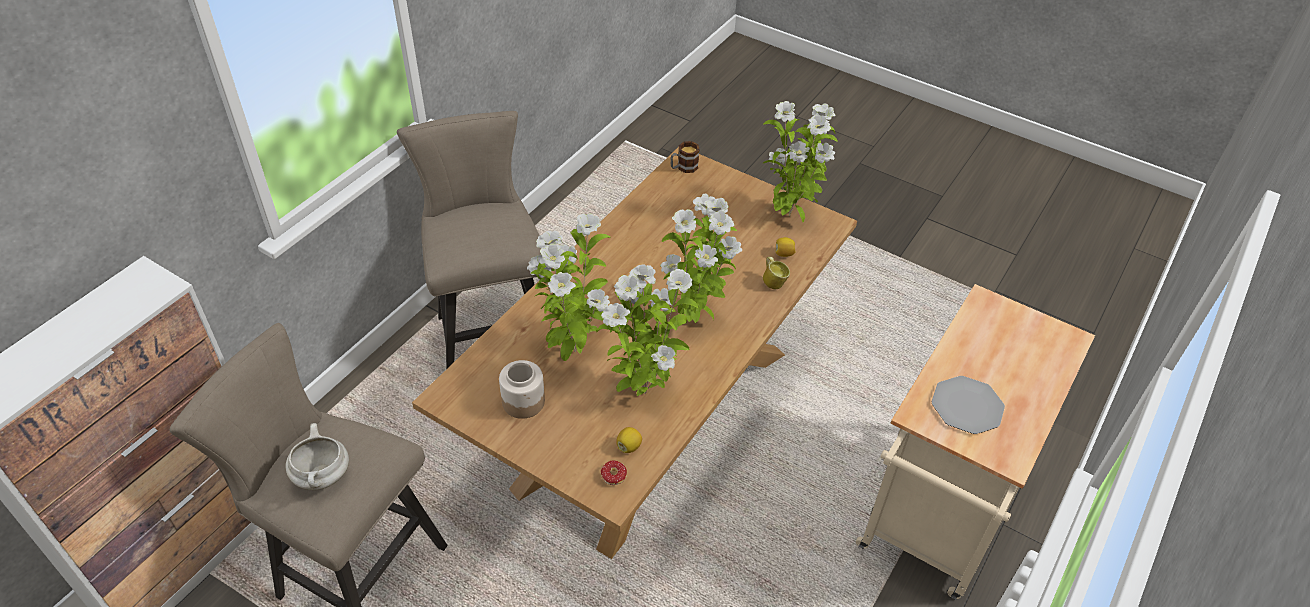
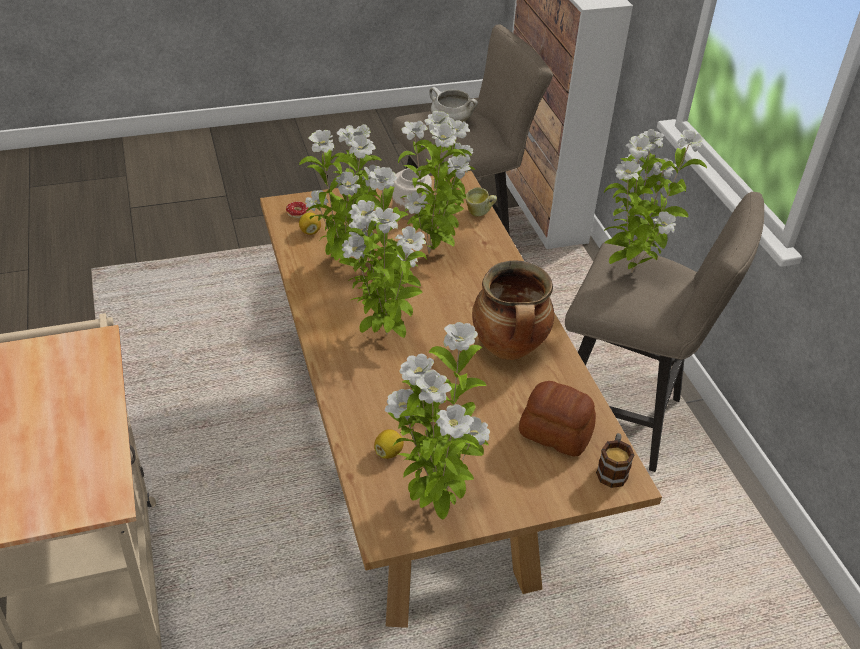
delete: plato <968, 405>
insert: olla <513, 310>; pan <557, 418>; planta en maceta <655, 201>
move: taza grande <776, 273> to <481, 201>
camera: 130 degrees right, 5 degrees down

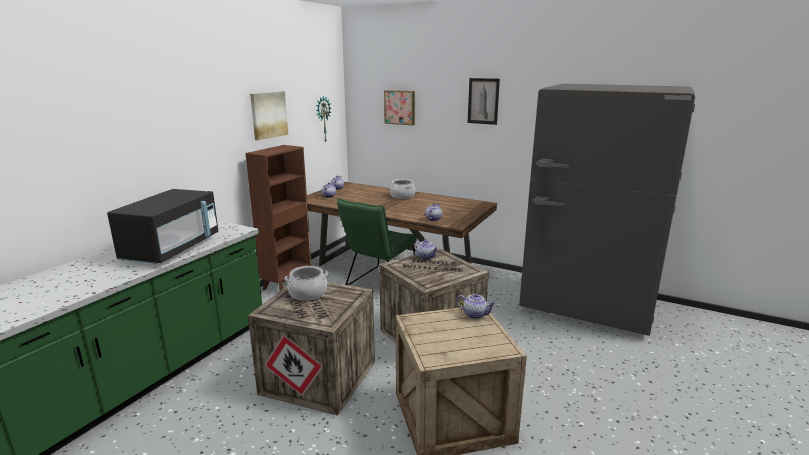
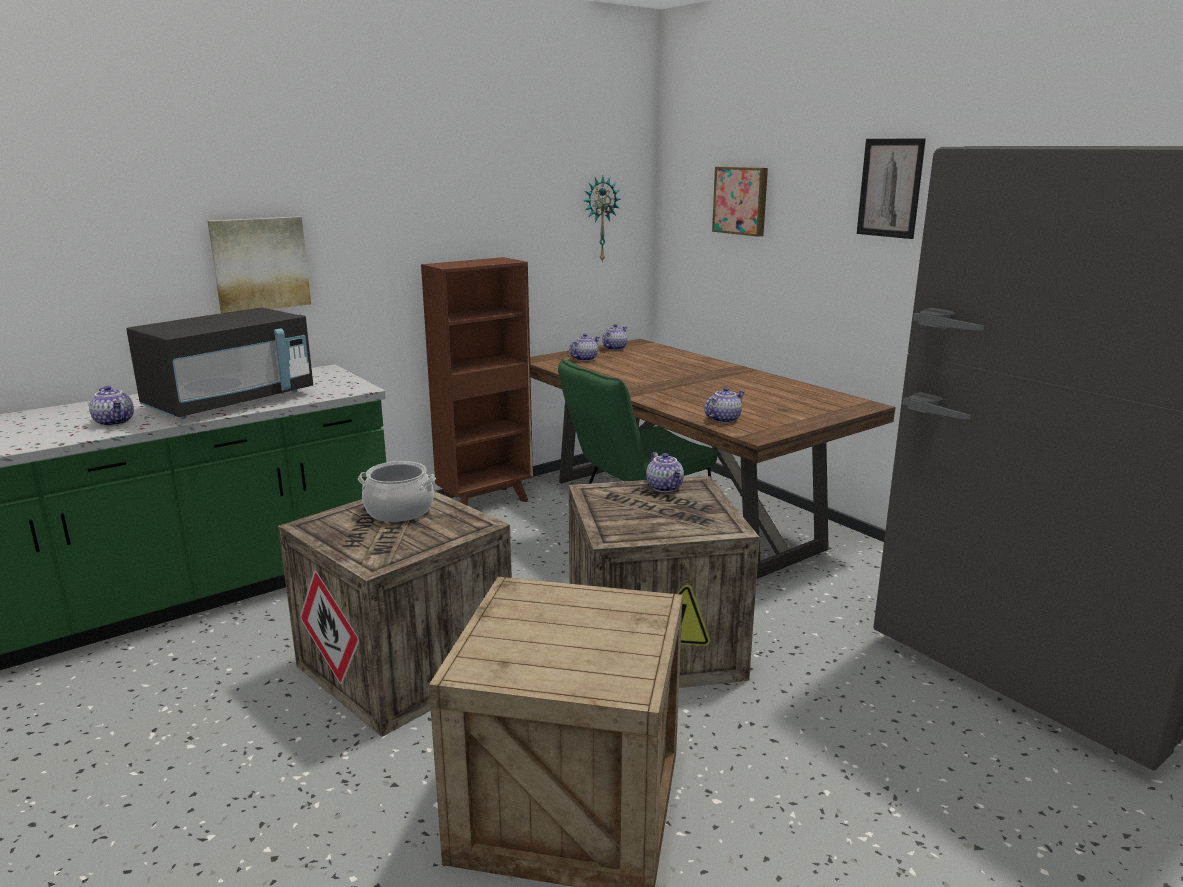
delete: olla <402, 189>
move: tetera <476, 306> to <111, 406>; cuadro <269, 115> to <259, 264>
camera: 25 degrees right, 0 degrees up

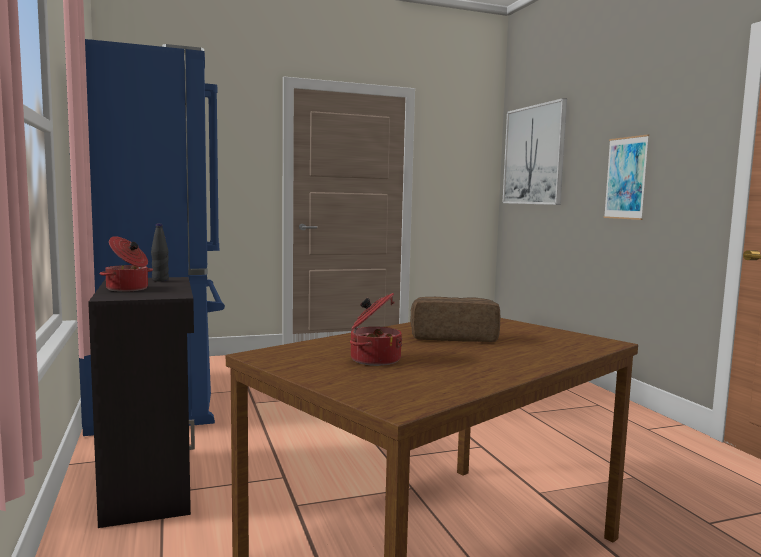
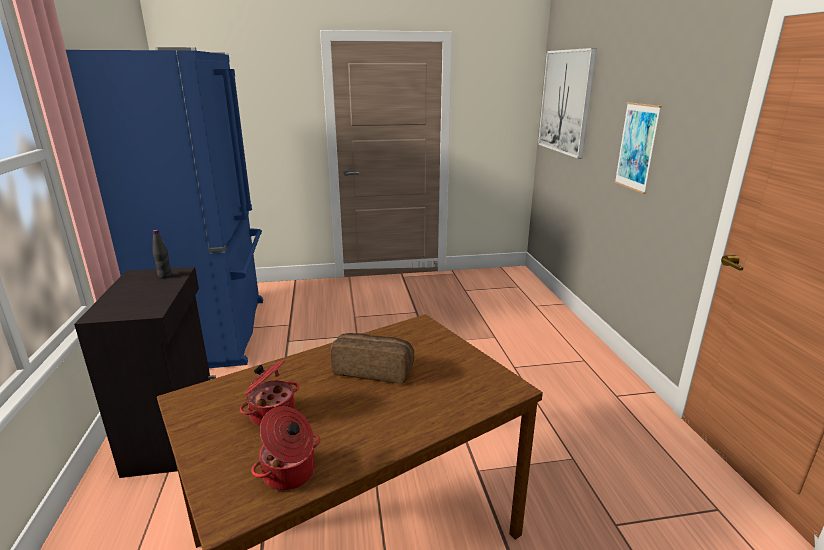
move: olla <126, 264> to <285, 448>
camera: 10 degrees right, 15 degrees up

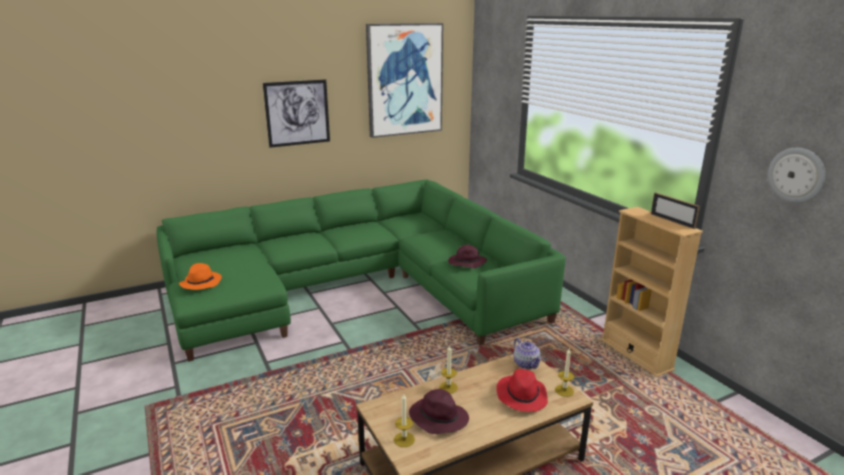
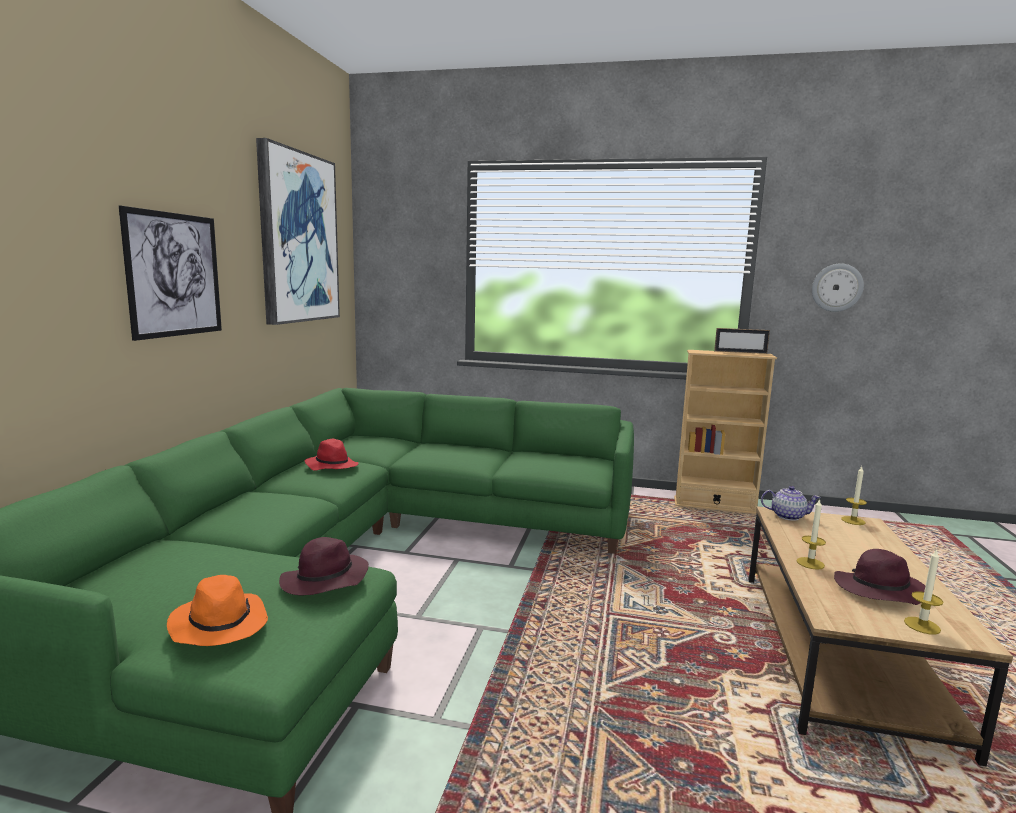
move: sombrero [morado] <467, 257> to <324, 566>; sombrero [rojo] <522, 390> to <332, 455>
camera: 50 degrees left, 10 degrees down

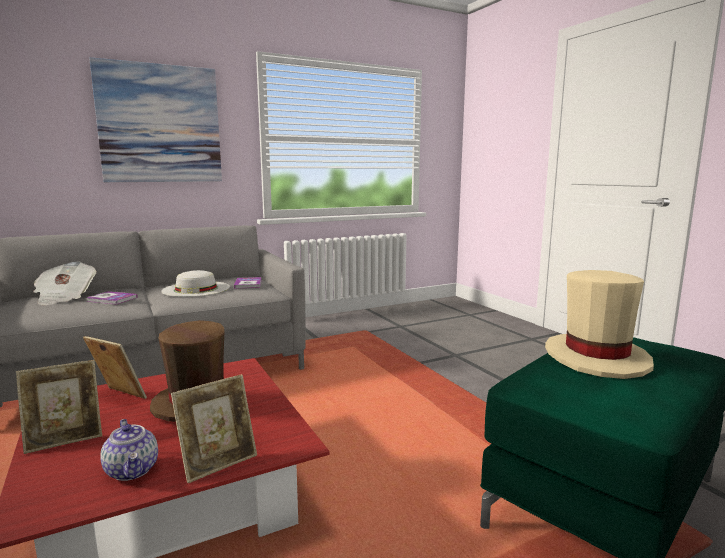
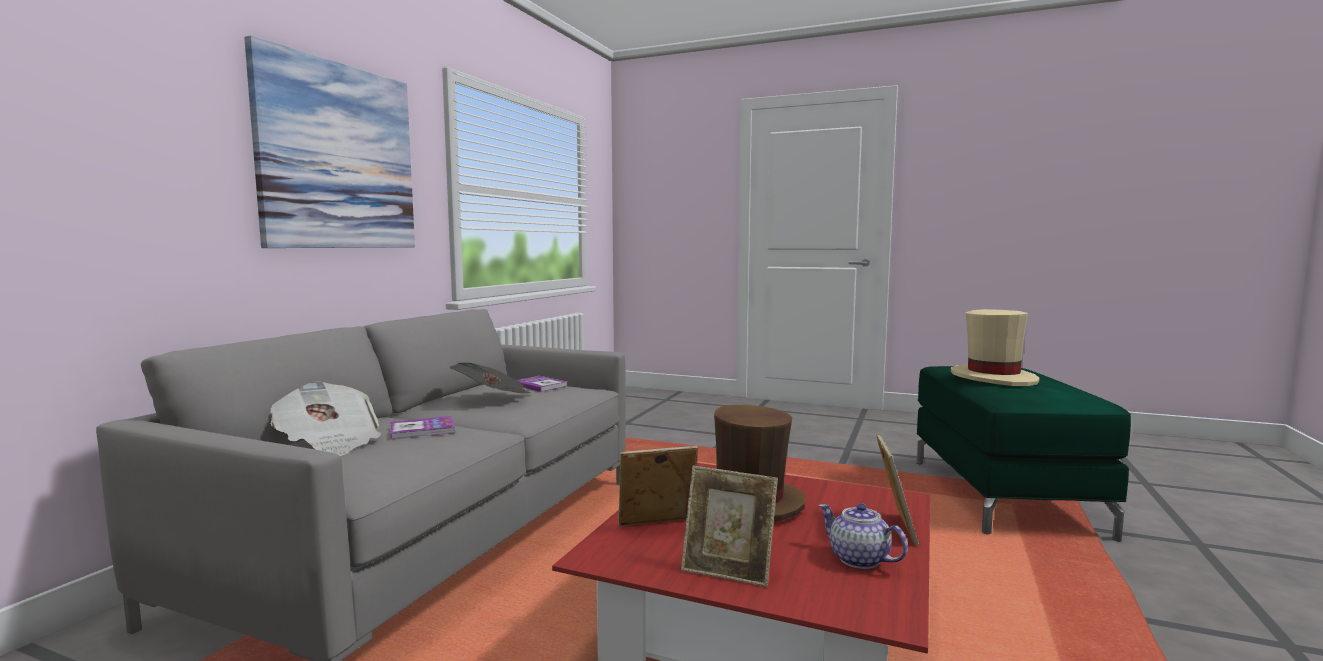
replace: sombrero [blanco] <195, 283> to periódico <490, 378>
rotate: portarretratos <59, 407> = <729, 526> 90 degrees clockwise; tetera <129, 450> = <863, 536> 150 degrees counterclockwise
camera: 40 degrees left, 5 degrees down

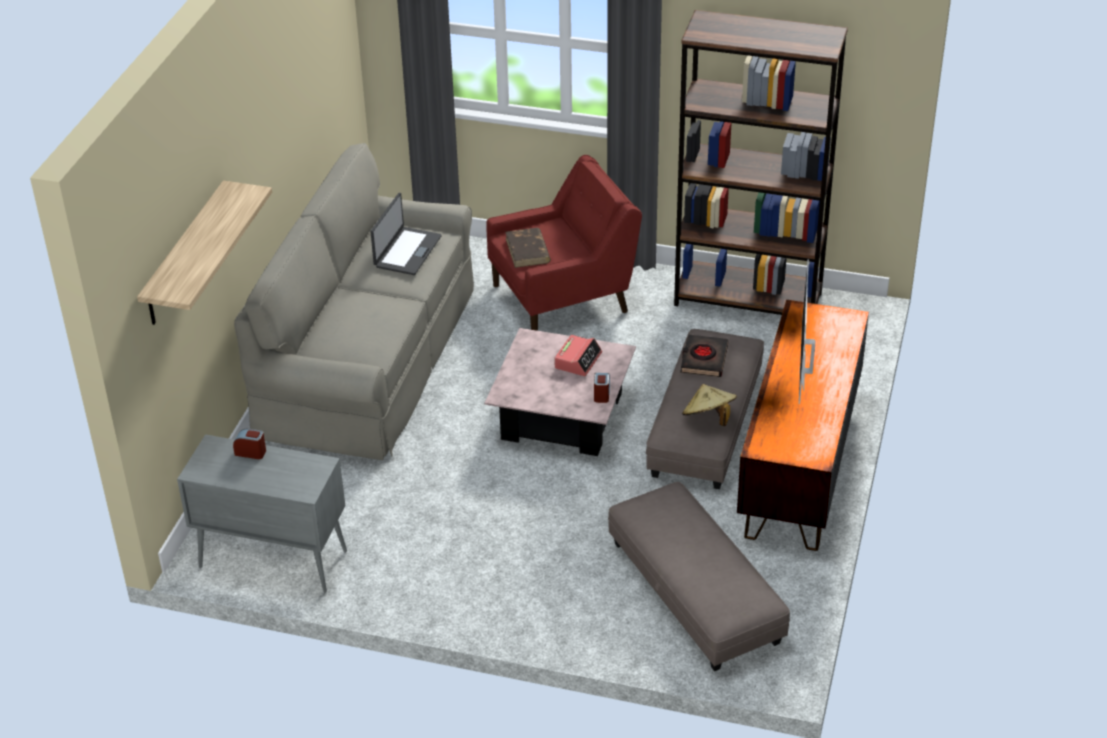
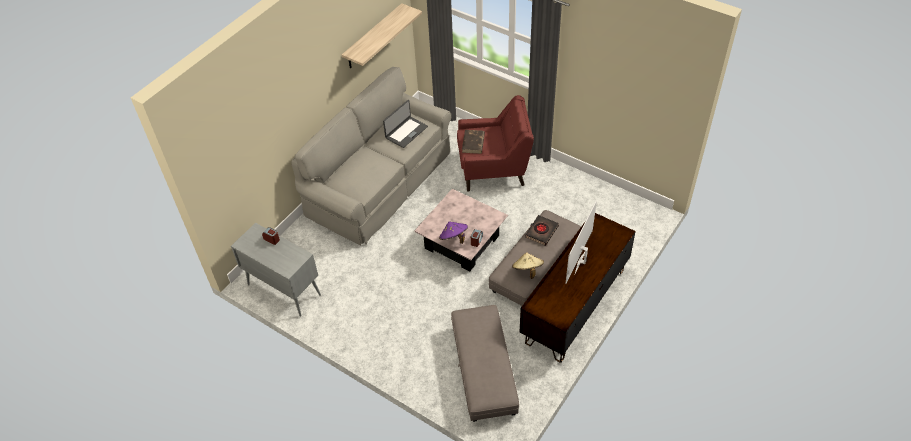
delete: despertador <578, 355>; estantería [marrón] <761, 162>
insert: sombrero [morado] <453, 232>
move: estante <204, 252> to <382, 35>
camera: 20 degrees right, 10 degrees up

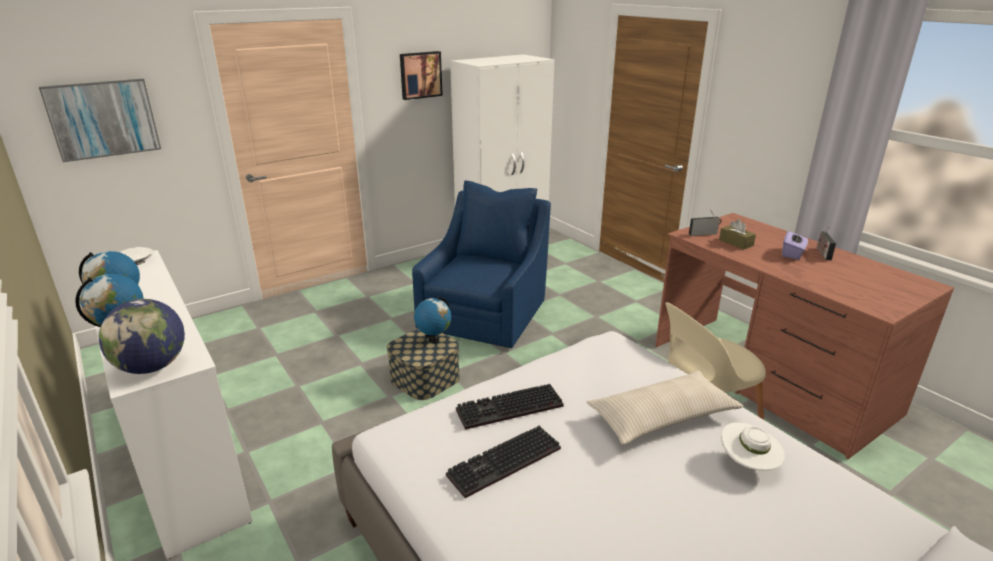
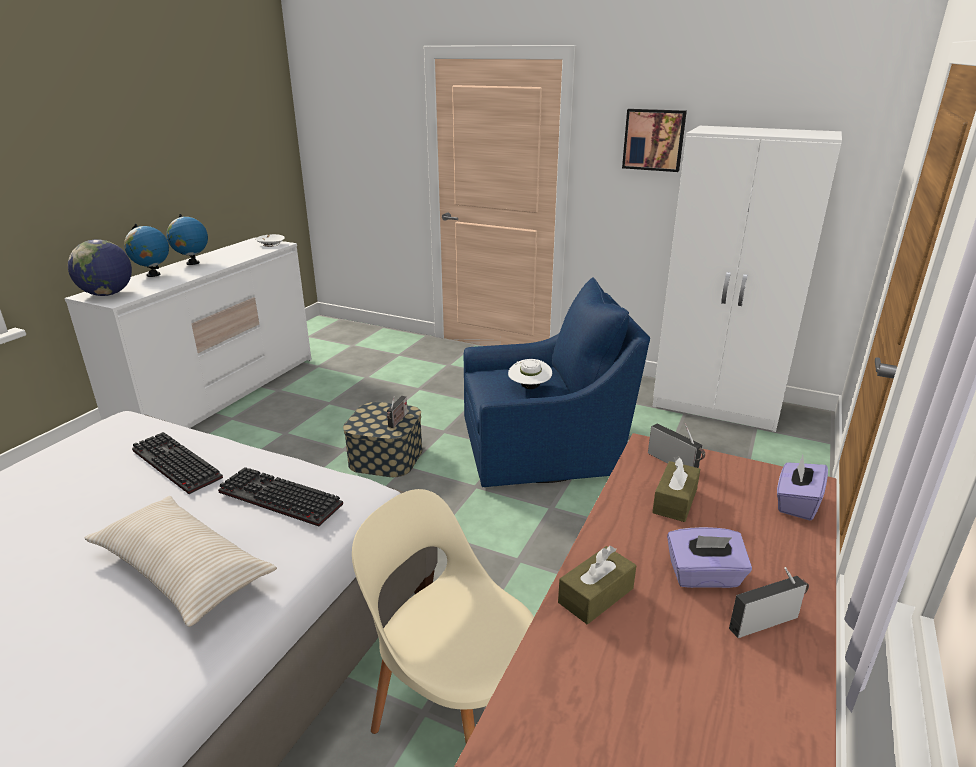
delete: cuadro <100, 120>
insert: caja de pañuelos [marrón] <597, 585>; caja de pañuelos [morado] <802, 488>
move: teclado <503, 462> to <280, 496>; sombrero [blanco] <753, 446> to <530, 374>
replace: globo terráqueo <432, 319> to radio <397, 412>
camera: 60 degrees right, 0 degrees up

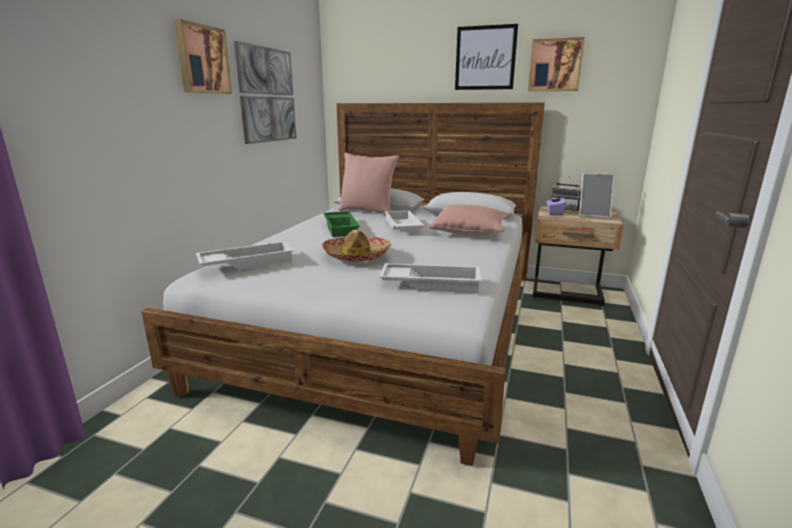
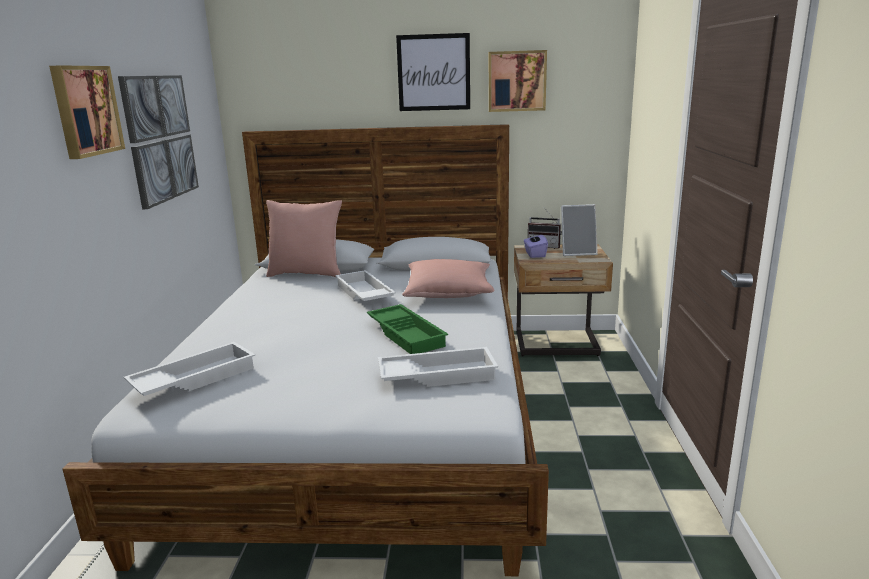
delete: sombrero <356, 245>
move: bandeja [verde] <341, 224> to <407, 329>
camera: 15 degrees left, 0 degrees up

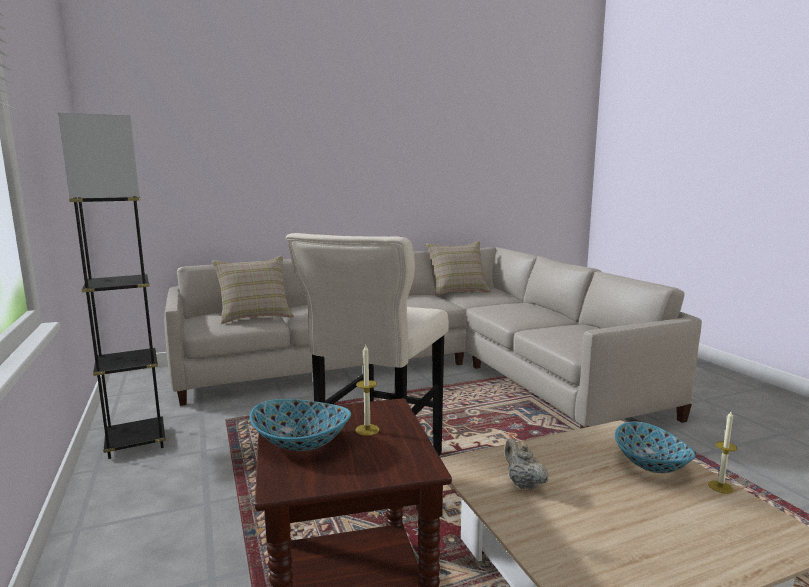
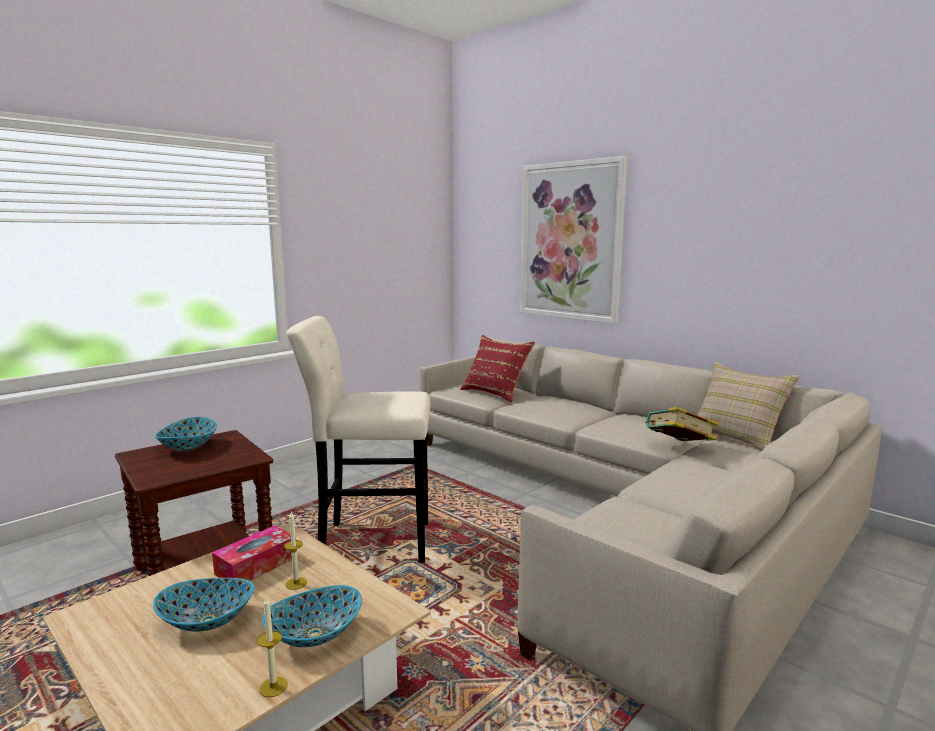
delete: lámpara de pie [gris] <112, 286>
insert: cuenco <204, 605>; cuadro <573, 240>; libro <682, 423>
move: vela <367, 390> to <295, 551>
replace: tetera [beis] <527, 464> to caja de pañuelos <254, 553>
recolor: cojín [beis] <253, 289> to cojín [rojo] <497, 368>
camera: 65 degrees right, 0 degrees up

